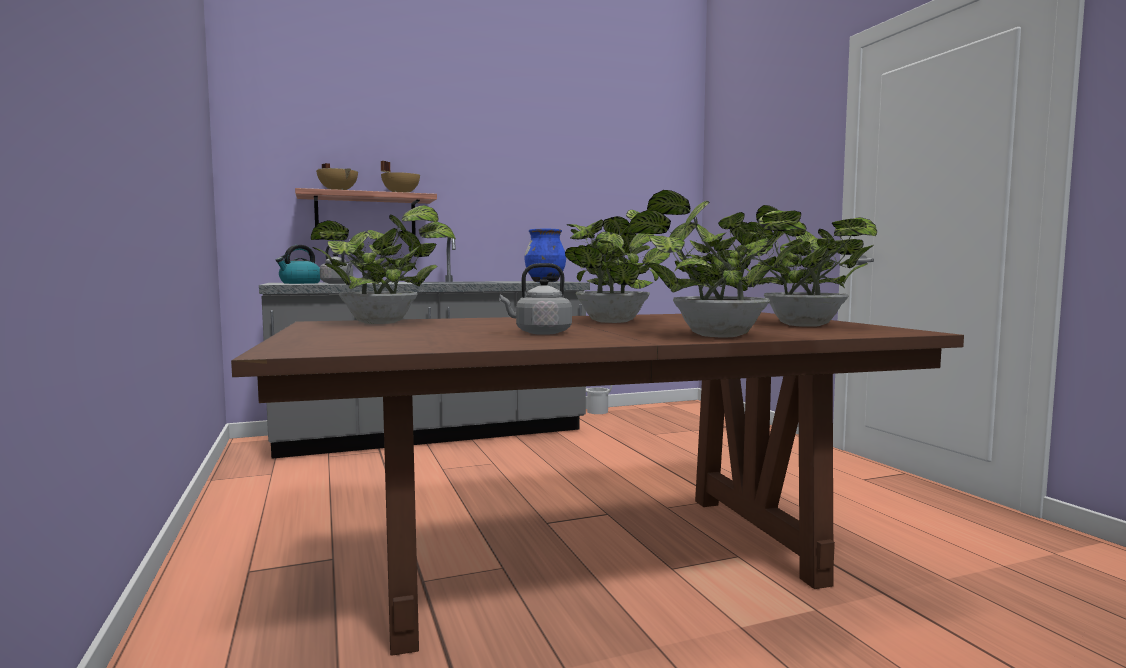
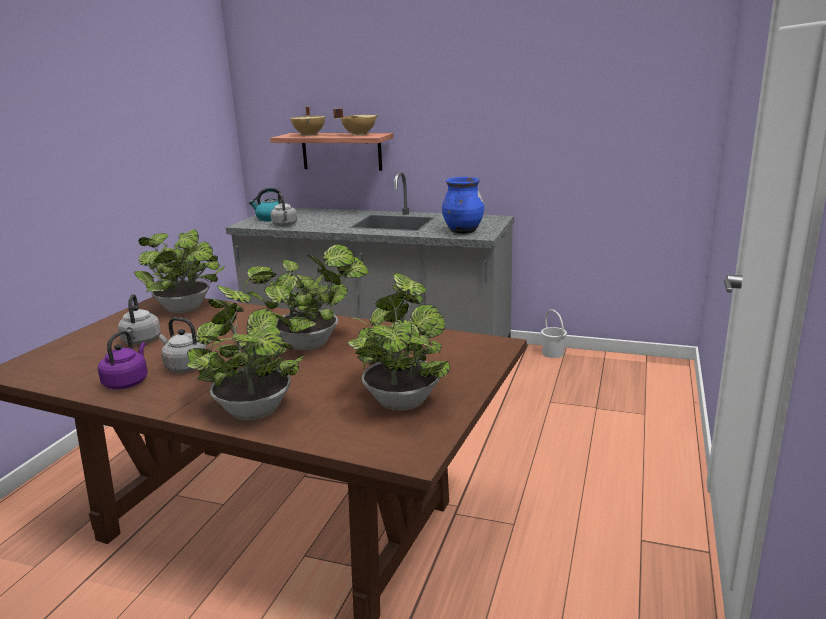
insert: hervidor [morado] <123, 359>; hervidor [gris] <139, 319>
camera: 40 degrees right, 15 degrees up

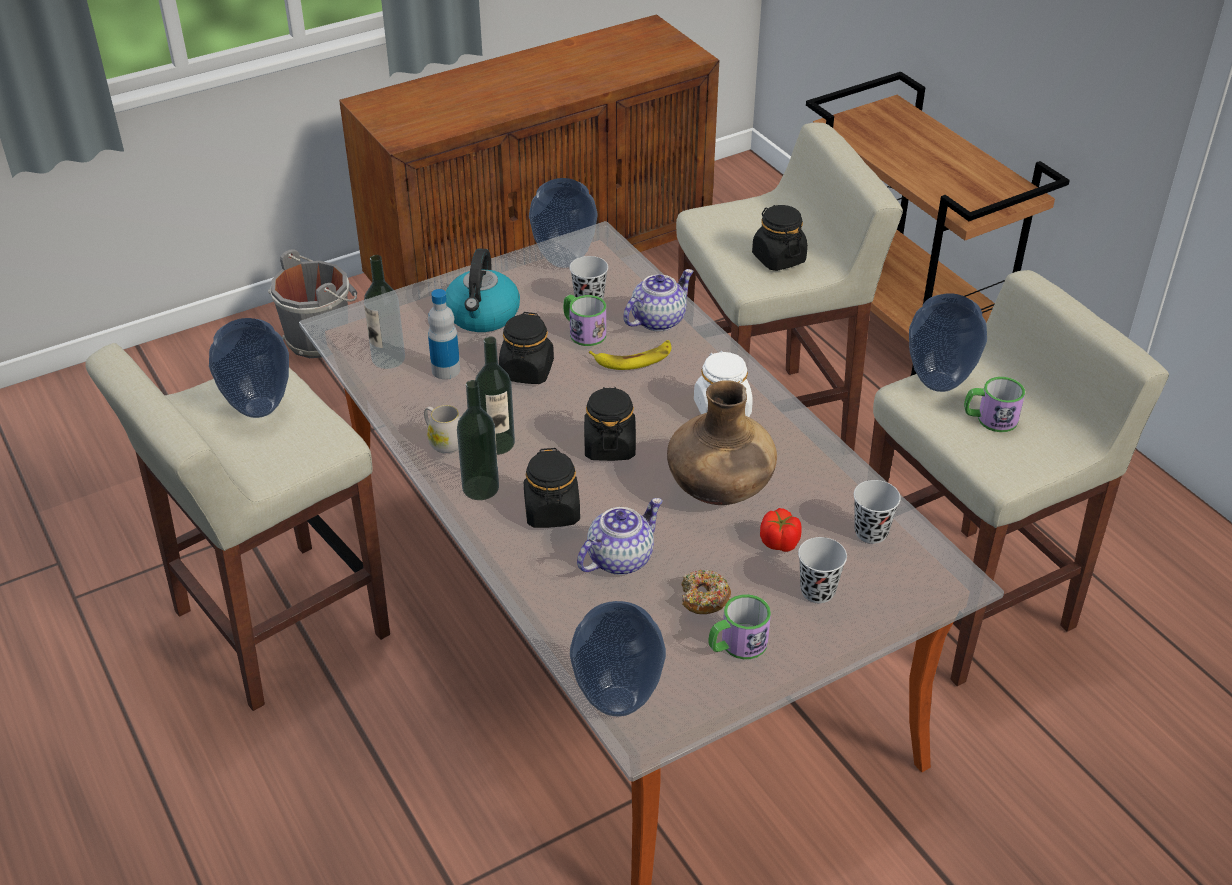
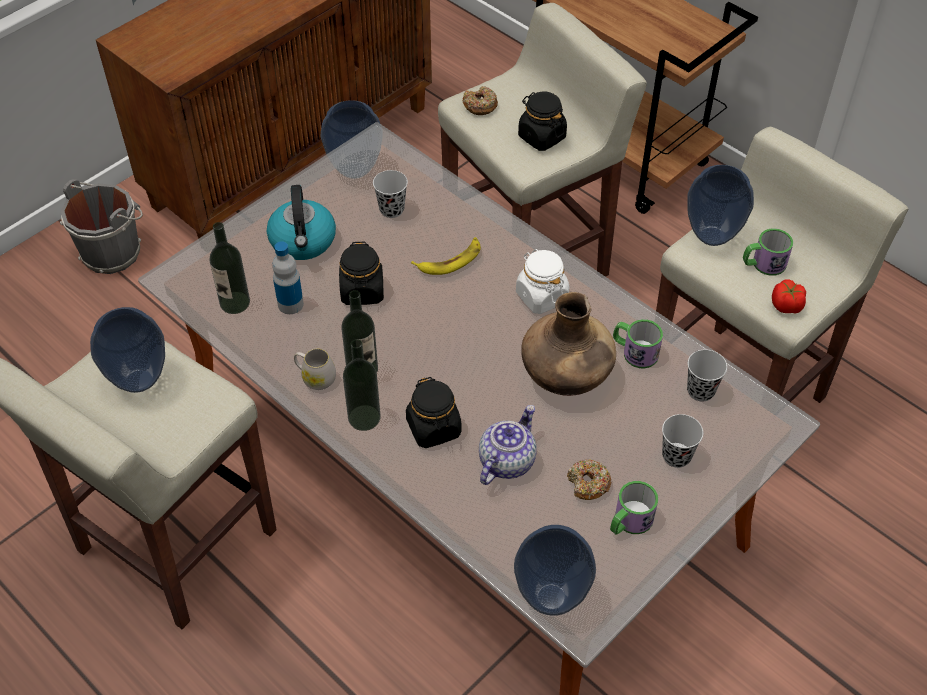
delete: tarro [negro] <610, 424>; tetera <658, 300>
insert: rosquilla <480, 100>
move: taza grande <584, 320> to <638, 343>; tomate <781, 530> to <789, 296>
camera: 15 degrees left, 10 degrees up

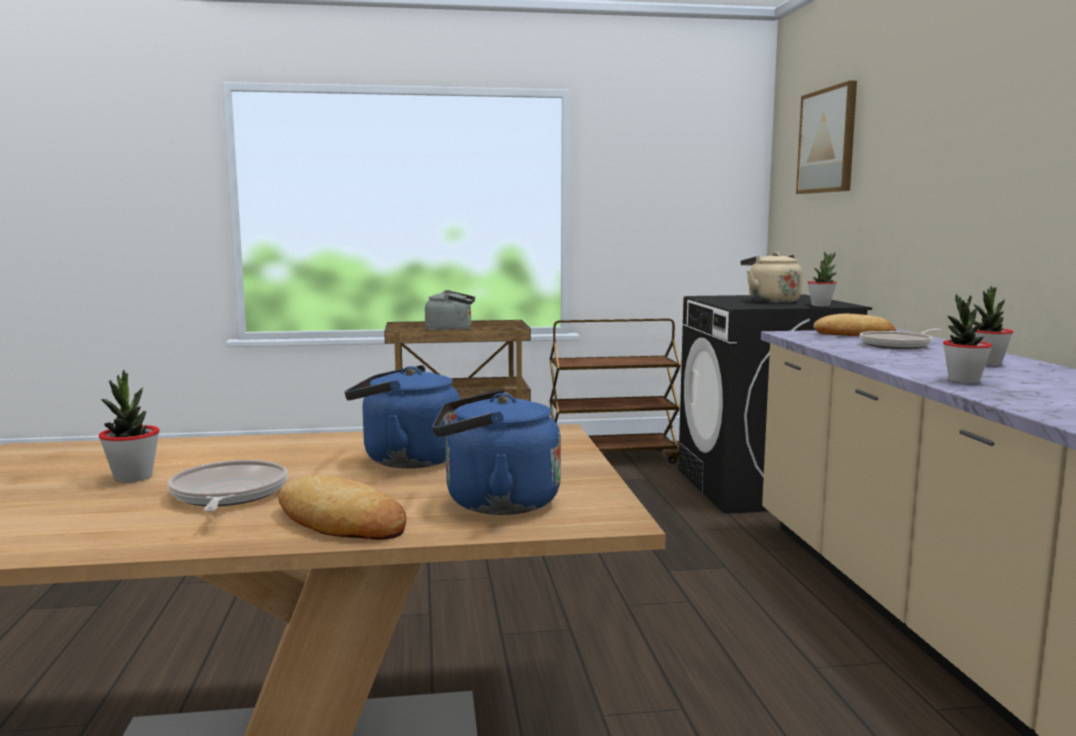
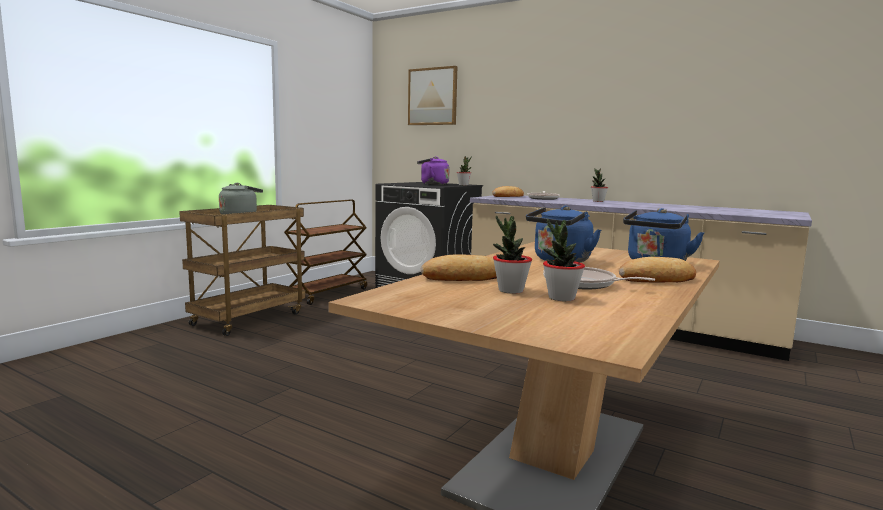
insert: pan <459, 267>
move: planta en maceta <967, 338> to <564, 260>
recolor: hervidor [beis] <771, 277> to hervidor [morado] <433, 170>
camera: 50 degrees left, 0 degrees up

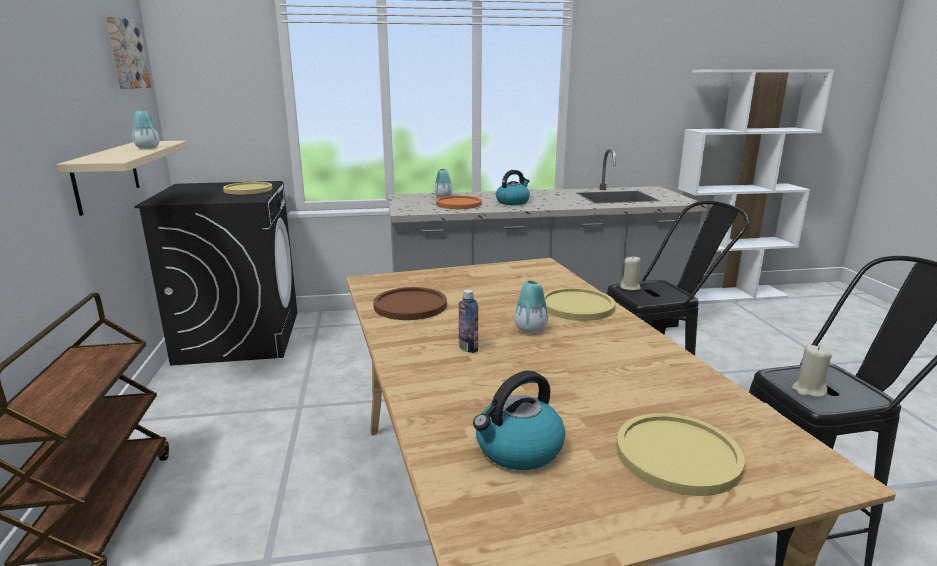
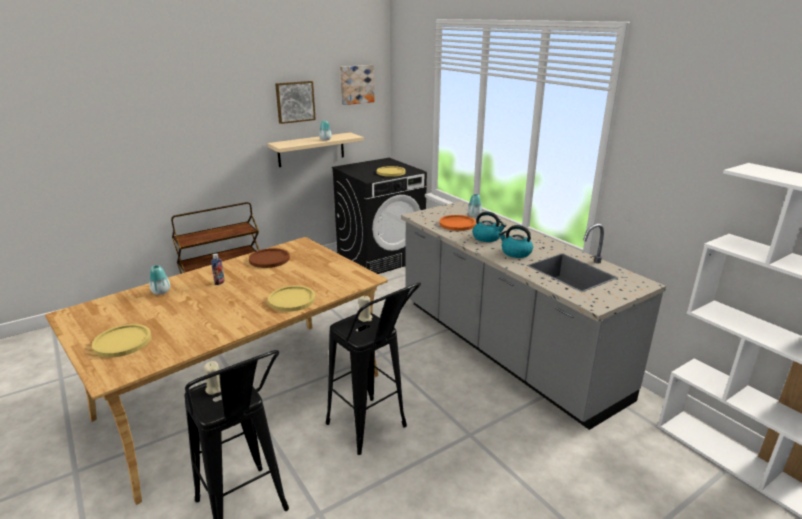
insert: cuadro <295, 102>
move: florero <531, 306> to <159, 280>; hervidor <519, 420> to <516, 241>
camera: 65 degrees right, 5 degrees up

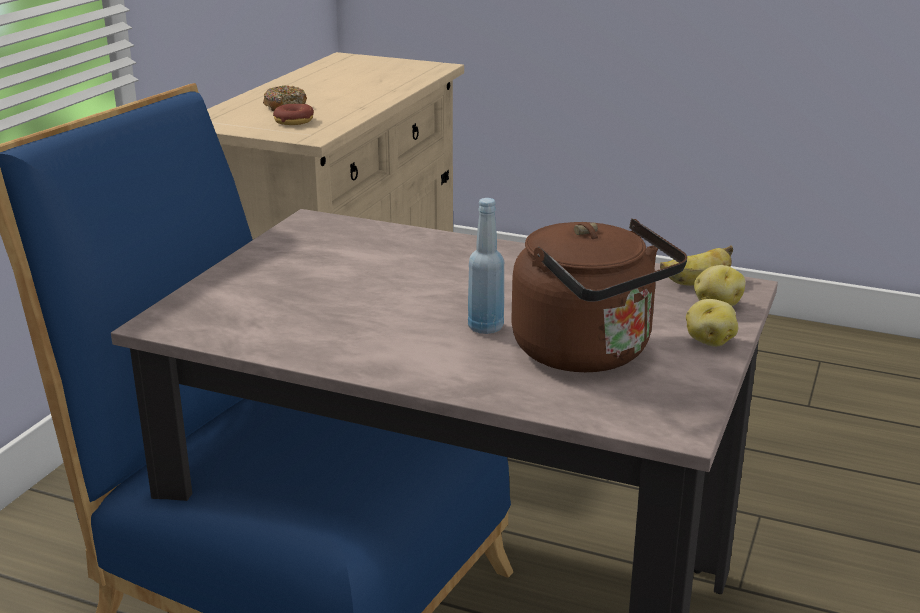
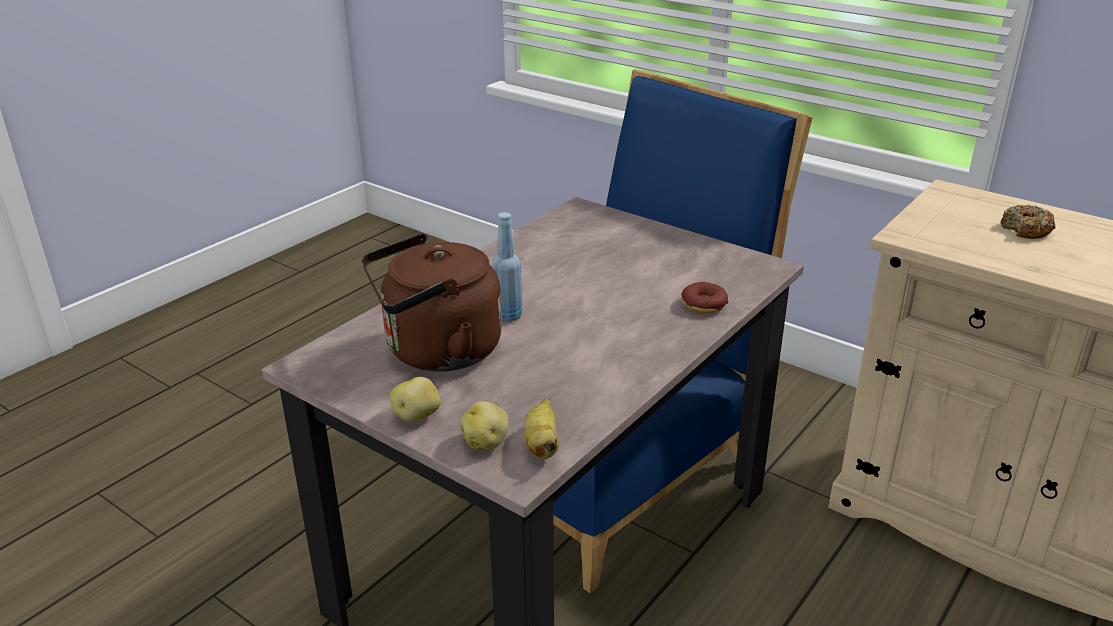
move: rosquilla <293, 114> to <704, 297>
camera: 105 degrees right, 5 degrees up

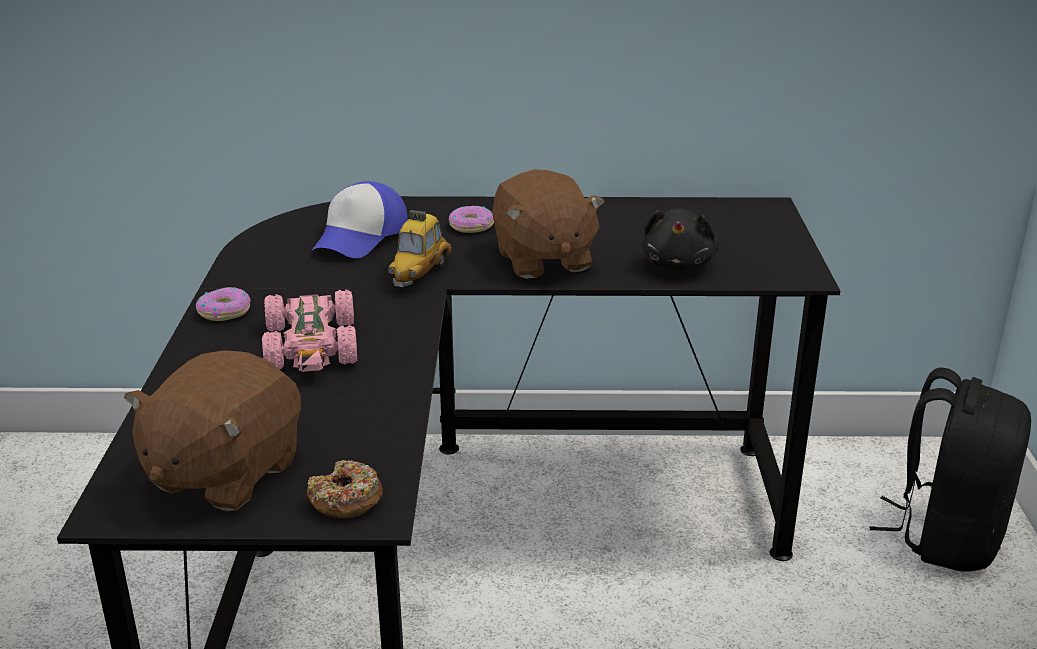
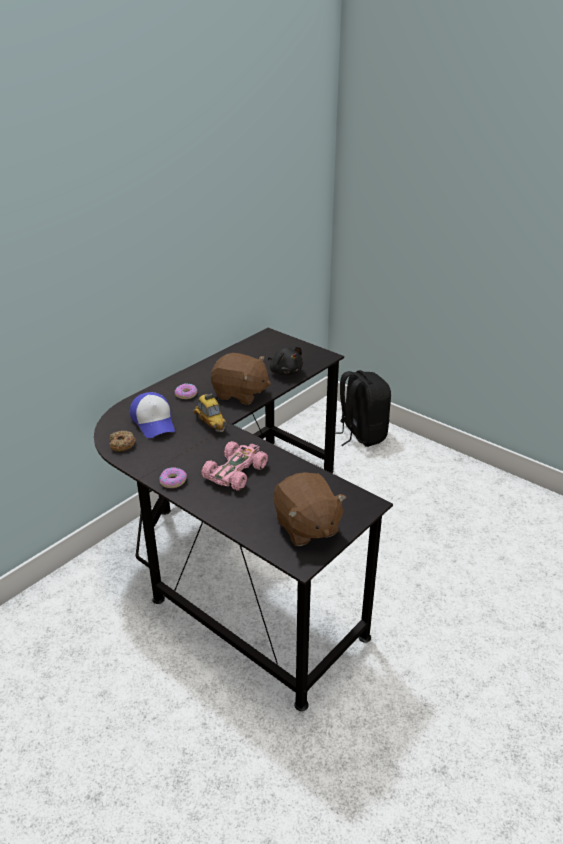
move: rosquilla <345, 489> to <123, 441>
rotate: coche de juguete [rosa] <309, 330> = <234, 466> 90 degrees counterclockwise
camera: 50 degrees left, 5 degrees up

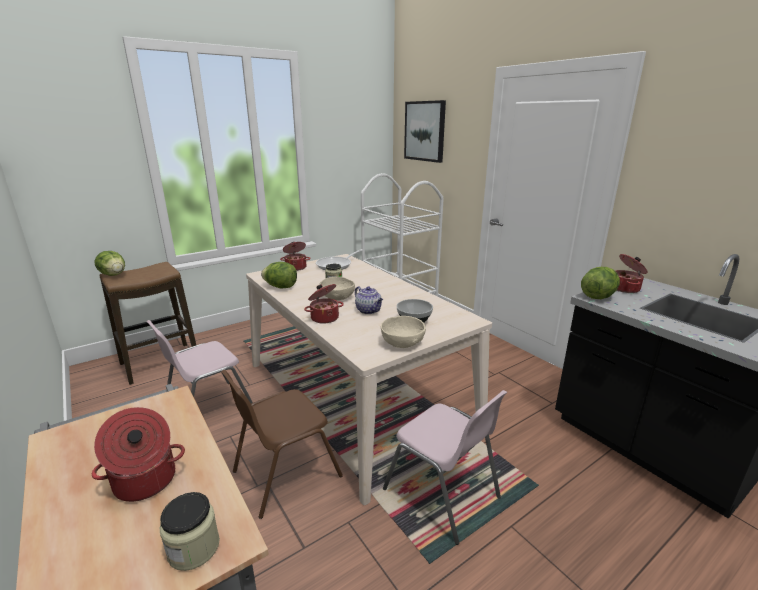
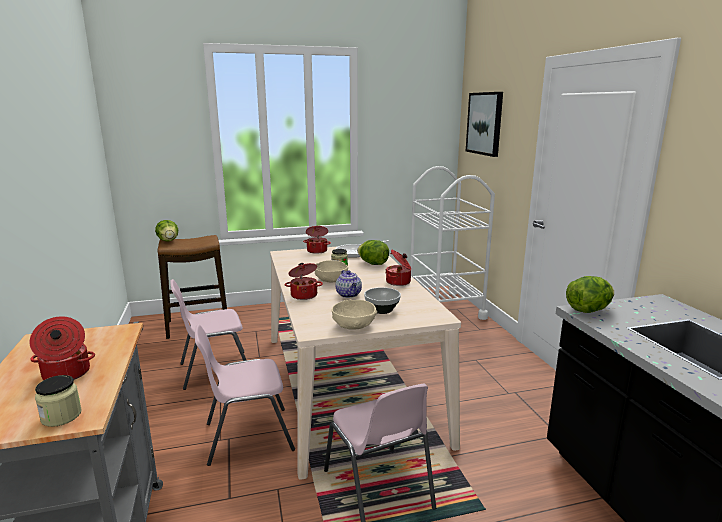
move: lechuga <279, 275> to <373, 252>; olla <631, 273> to <398, 268>
recolor: silla [marrón] <282, 444> to silla [rosa] <245, 395>
camera: 20 degrees right, 5 degrees down

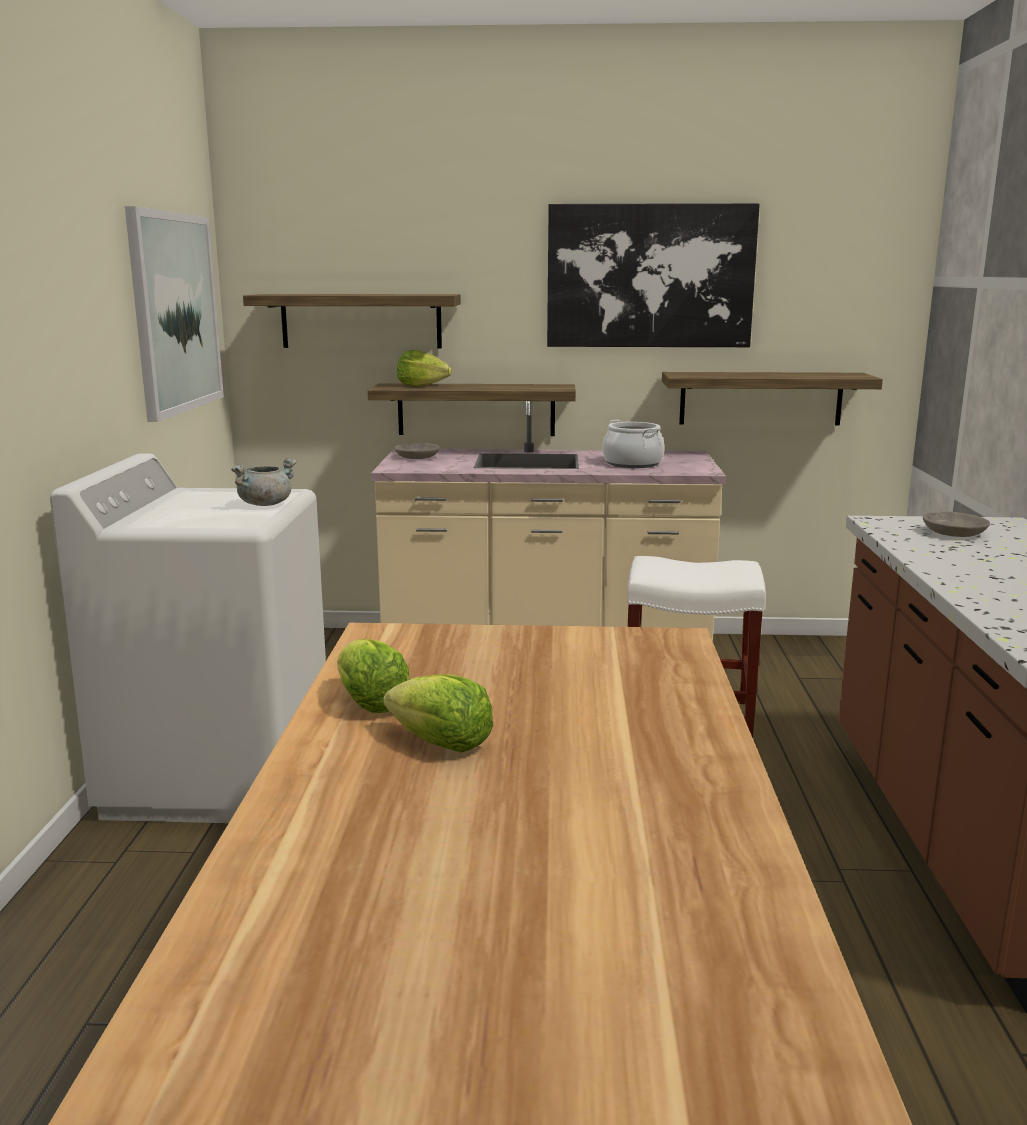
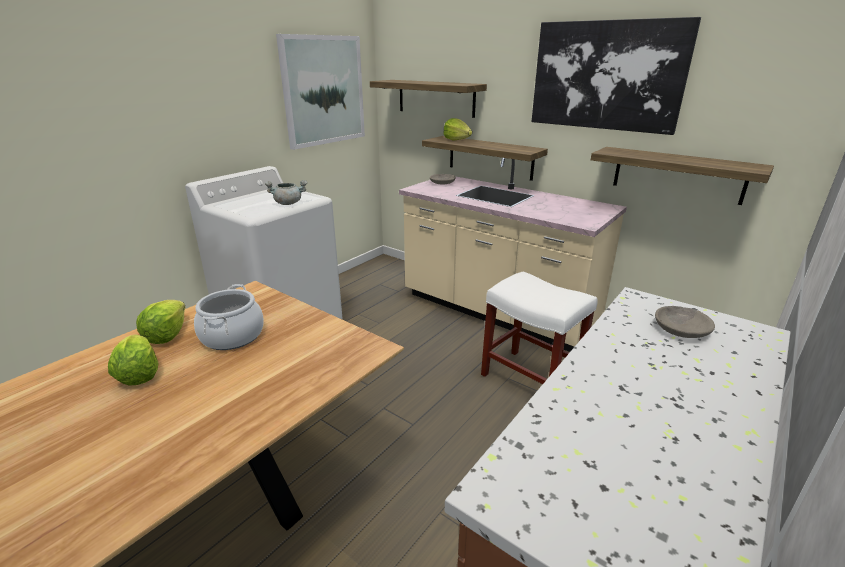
move: olla <634, 444> to <229, 317>
camera: 35 degrees right, 10 degrees up

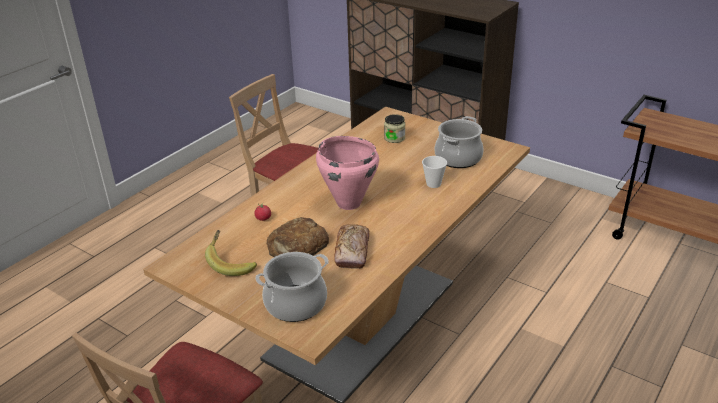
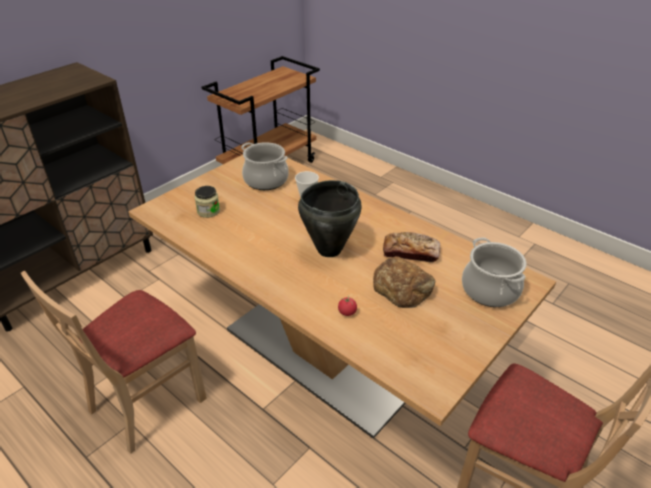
delete: plátano <231, 253>
recolor: olla [rosa] <347, 173> to olla [negro] <330, 218>
camera: 85 degrees left, 5 degrees up

